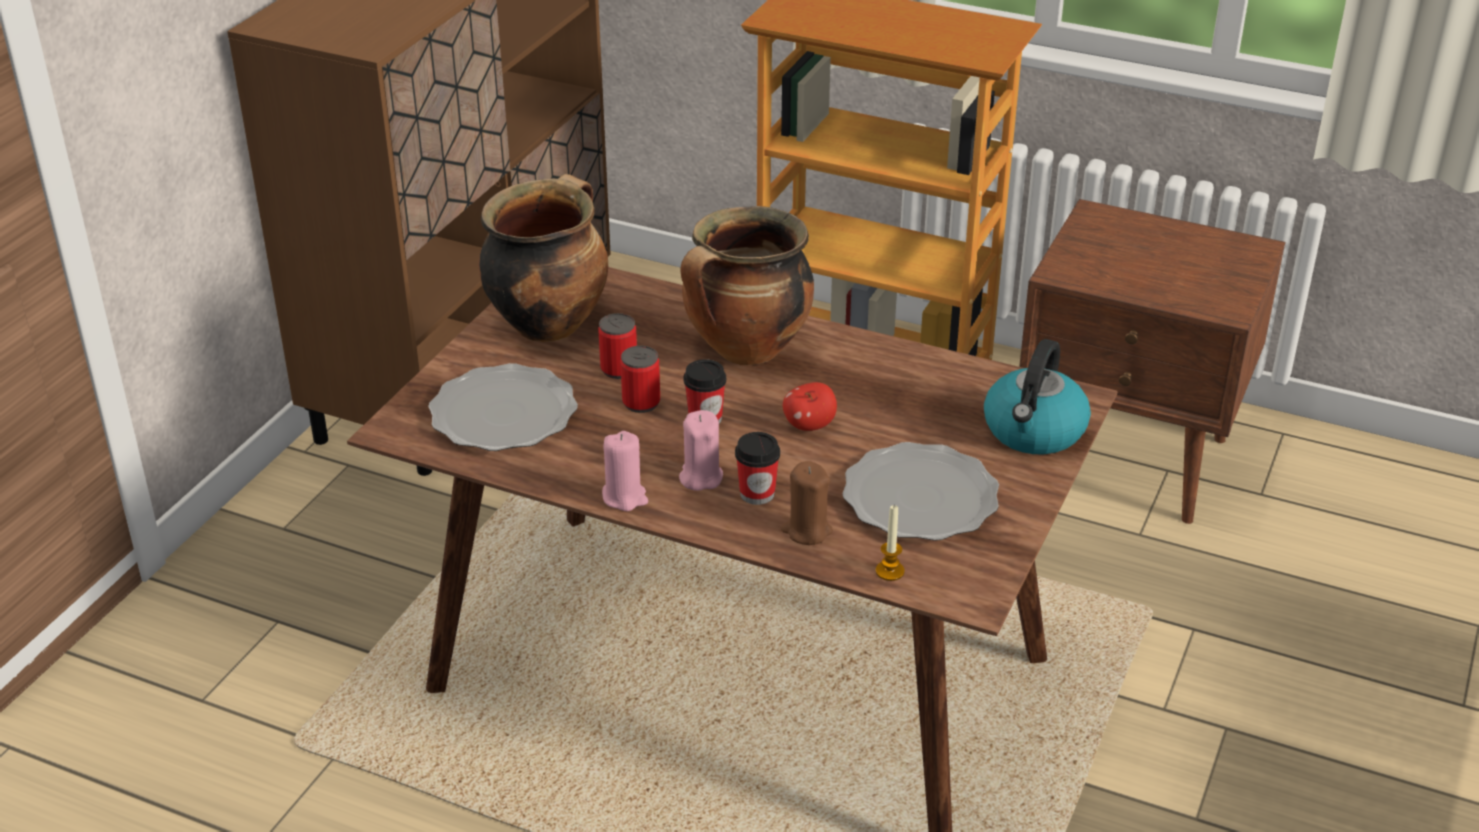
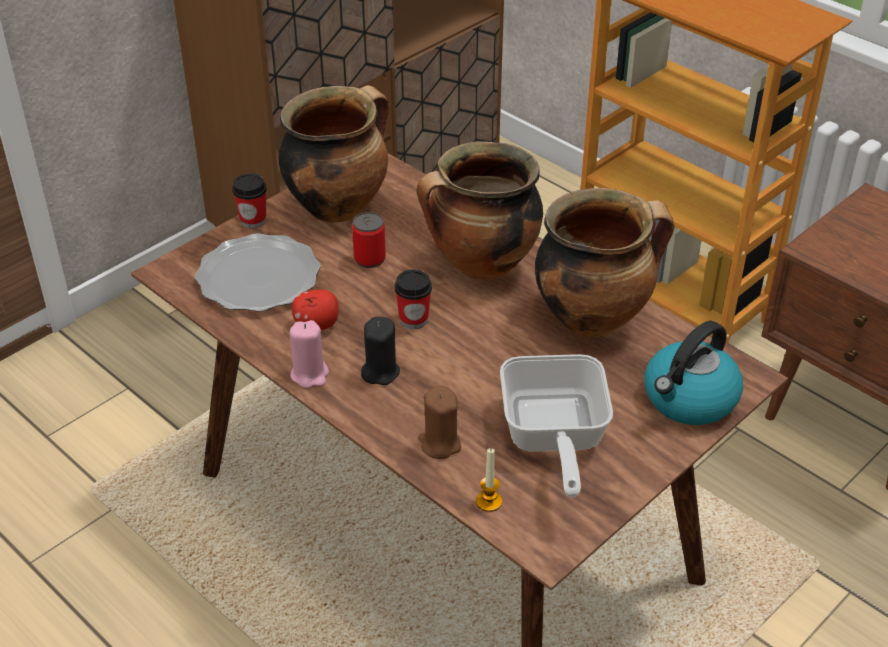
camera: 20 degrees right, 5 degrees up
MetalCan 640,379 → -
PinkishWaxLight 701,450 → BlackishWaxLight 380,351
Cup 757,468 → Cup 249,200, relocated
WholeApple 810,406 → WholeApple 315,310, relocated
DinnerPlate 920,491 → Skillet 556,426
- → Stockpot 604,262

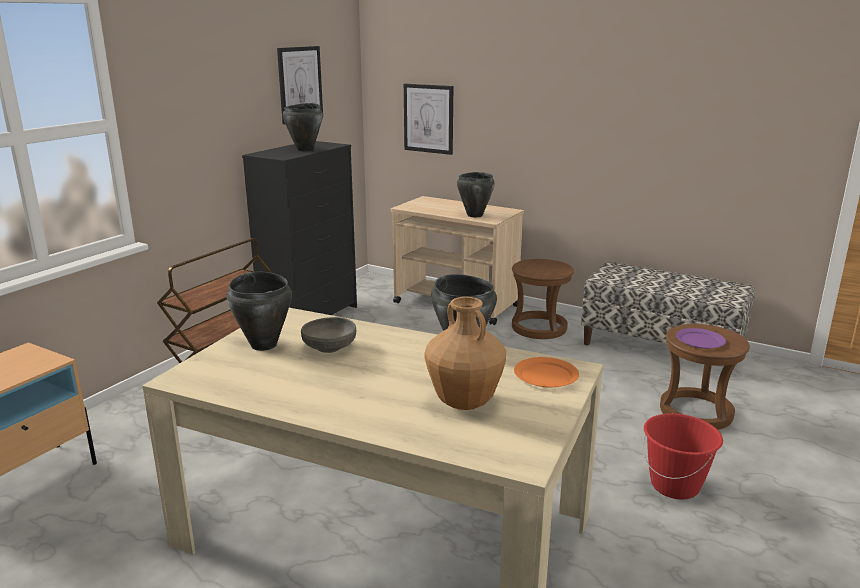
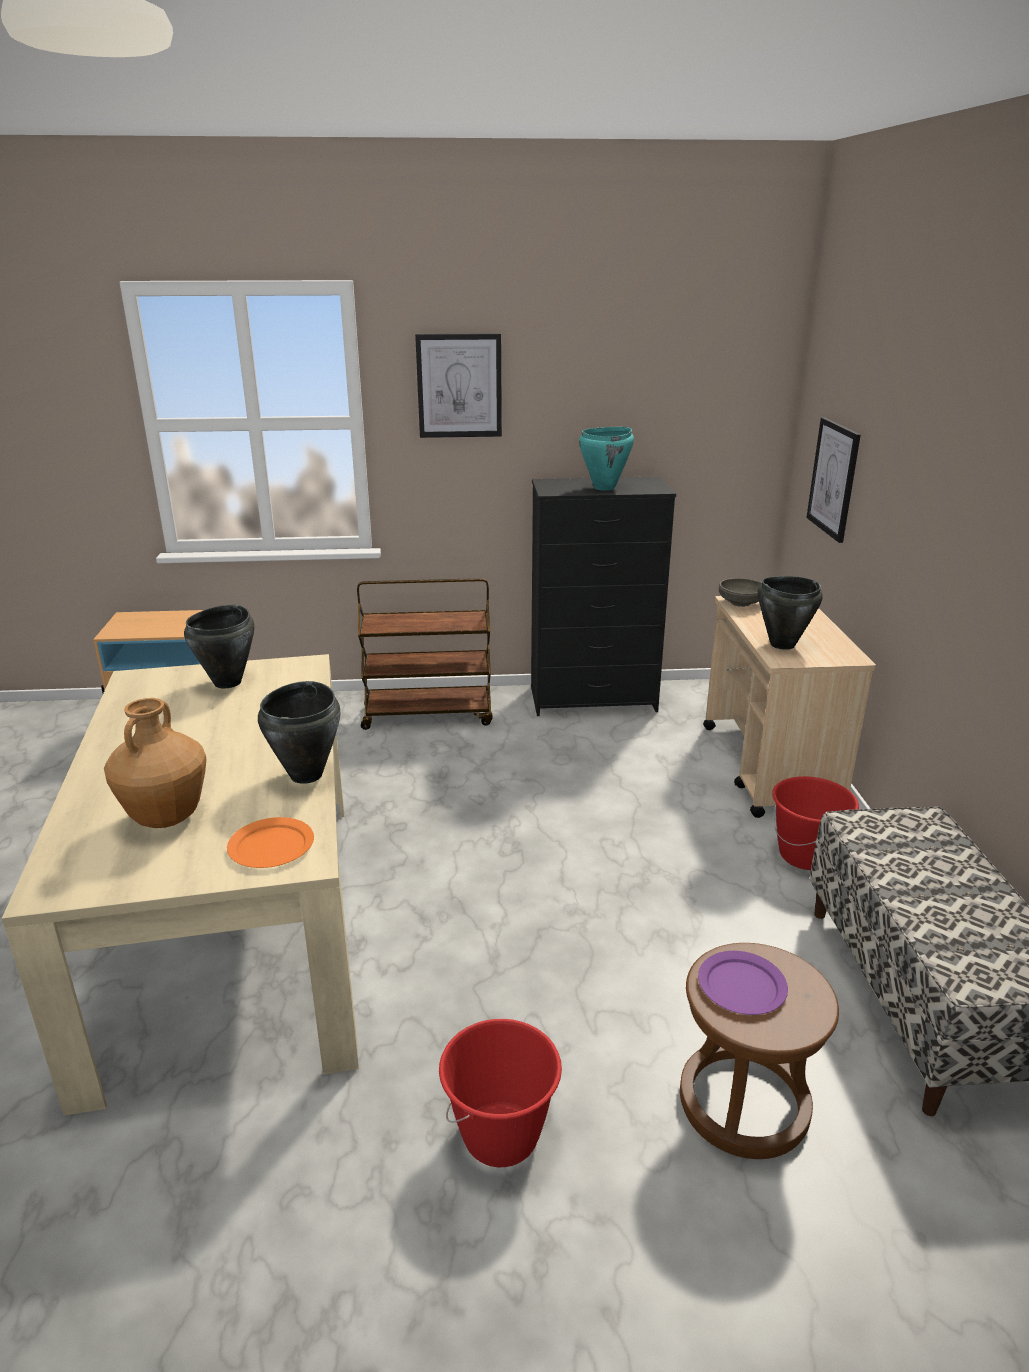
camera: 55 degrees right, 5 degrees up
WallArt 300,85 → WallArt 458,385, relocated
BlackishStockpot 303,127 → TurquoiseStockpot 606,459
GrayDeepDish 328,335 → GrayDeepDish 740,592, relocated
BrownishSittingStool 543,299 → ReddishPail 815,823

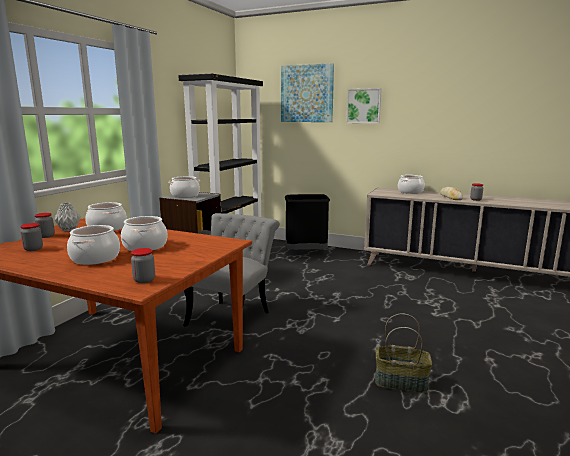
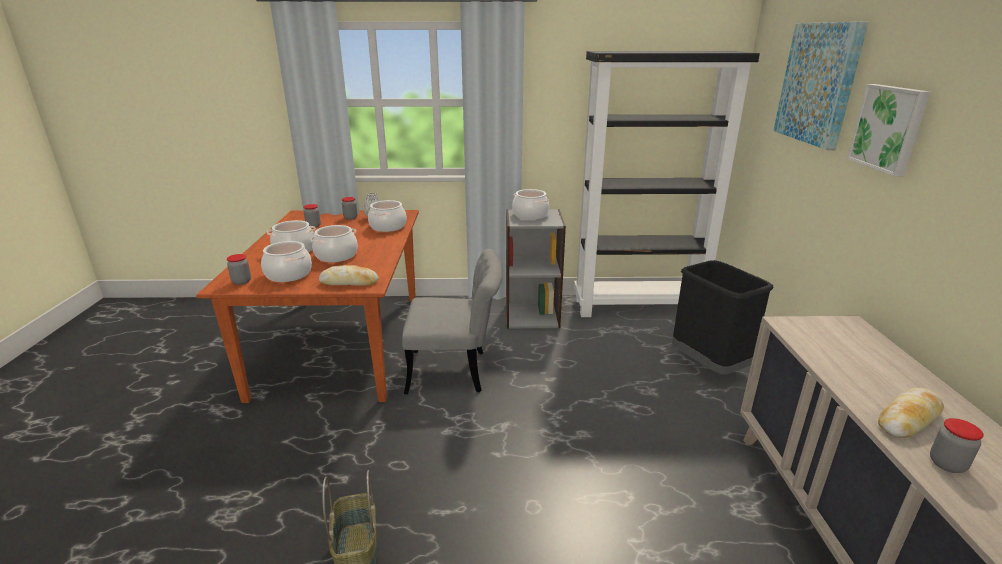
camera: 65 degrees right, 10 degrees up
Stockpot 411,184 → Stockpot 286,261, relocated
- → BakeryBread 349,275

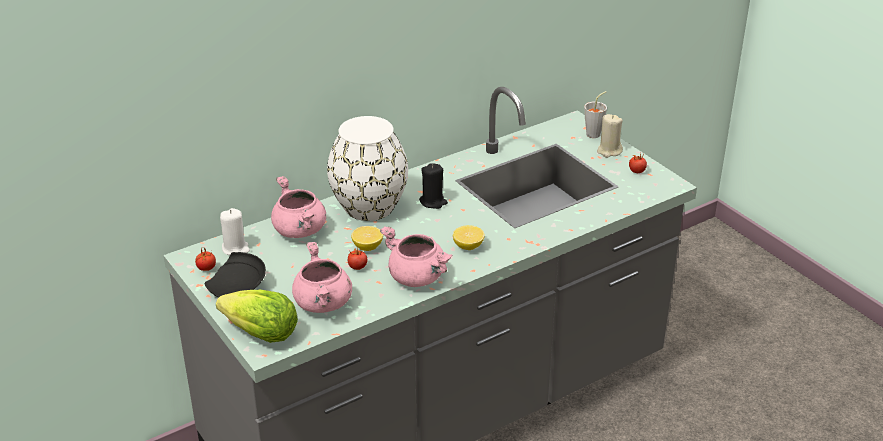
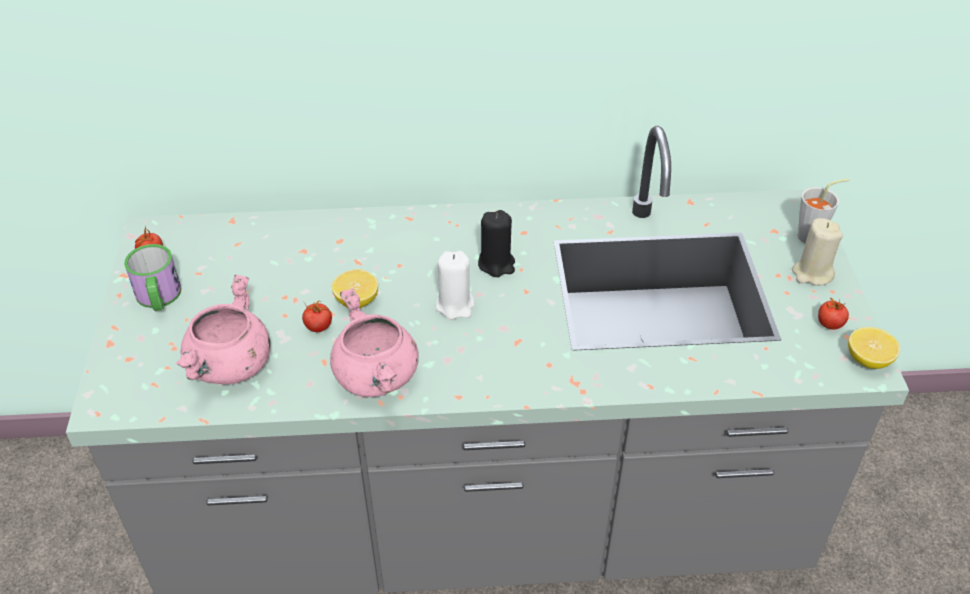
camera: 30 degrees right, 10 degrees up
BlackishDinnerPlate 235,274 → CoffeeMug 152,277
Lettuce 257,316 → -
WhitishWaxLight 235,231 → WhitishWaxLight 455,285, relocated
PinkishStockpot 298,207 → -
WhitishDecorativeVase 367,168 → -
CitrusFruit 469,237 → CitrusFruit 874,348, relocated

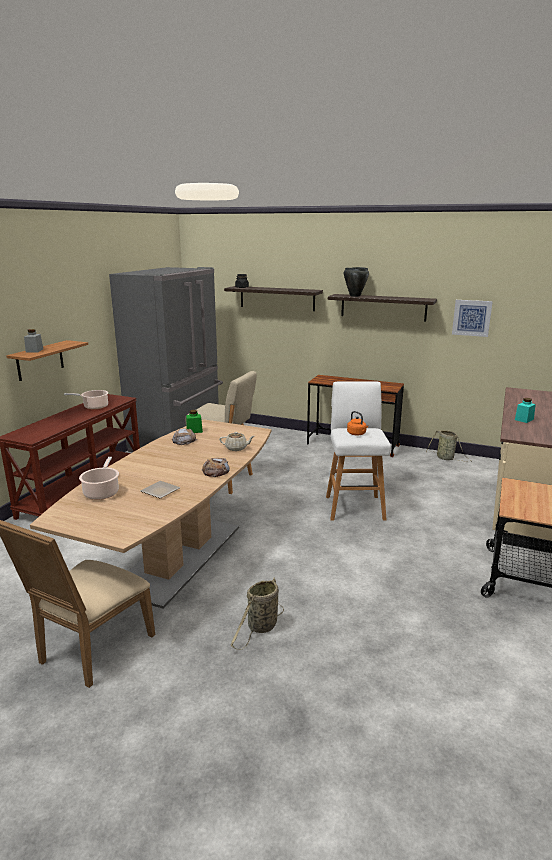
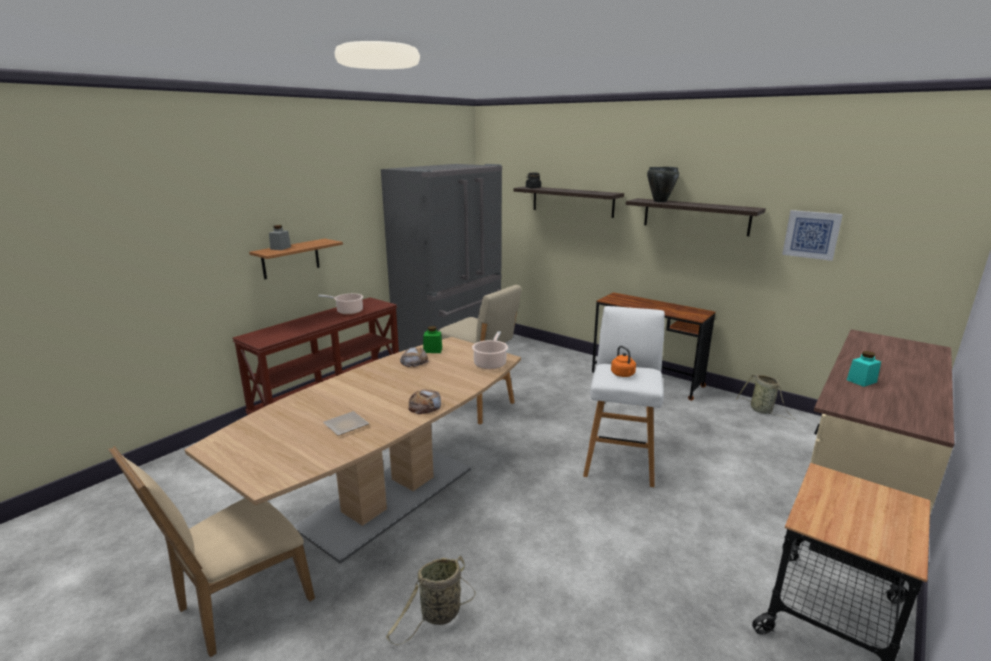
camera: 15 degrees right, 0 degrees up
Stockpot 99,478 → Stockpot 490,350, relocated
BeigeColouredTeaPot 236,441 → -

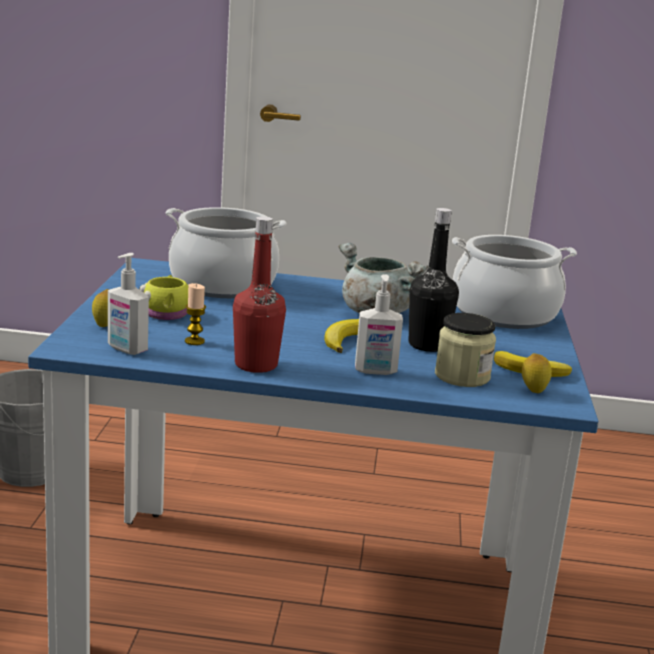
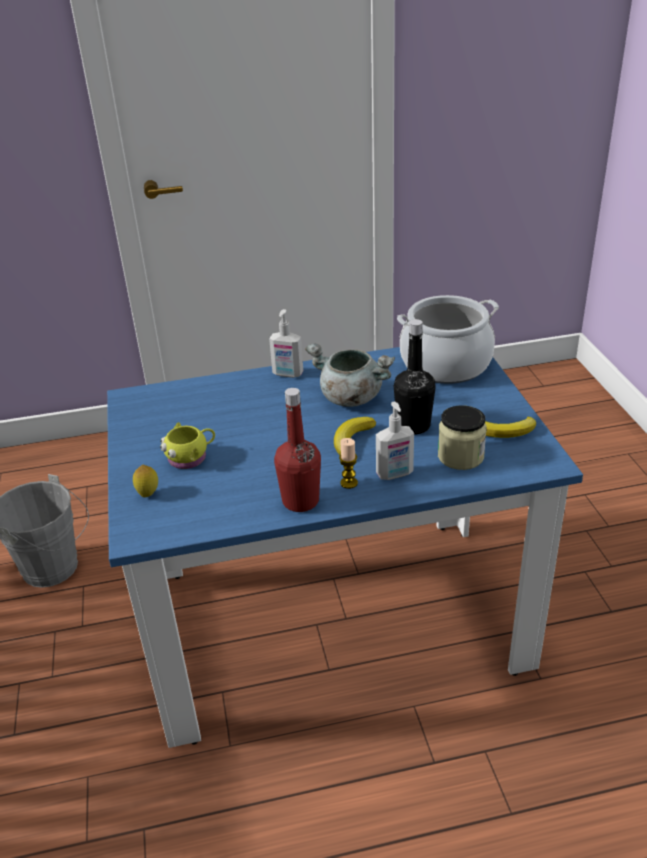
camera: 15 degrees left, 15 degrees up
SoapBottle 128,304 → SoapBottle 286,343, relocated
Stockpot 226,252 → -
WaxLight 195,314 → WaxLight 348,463, relocated
CitrusFruit 537,373 → -

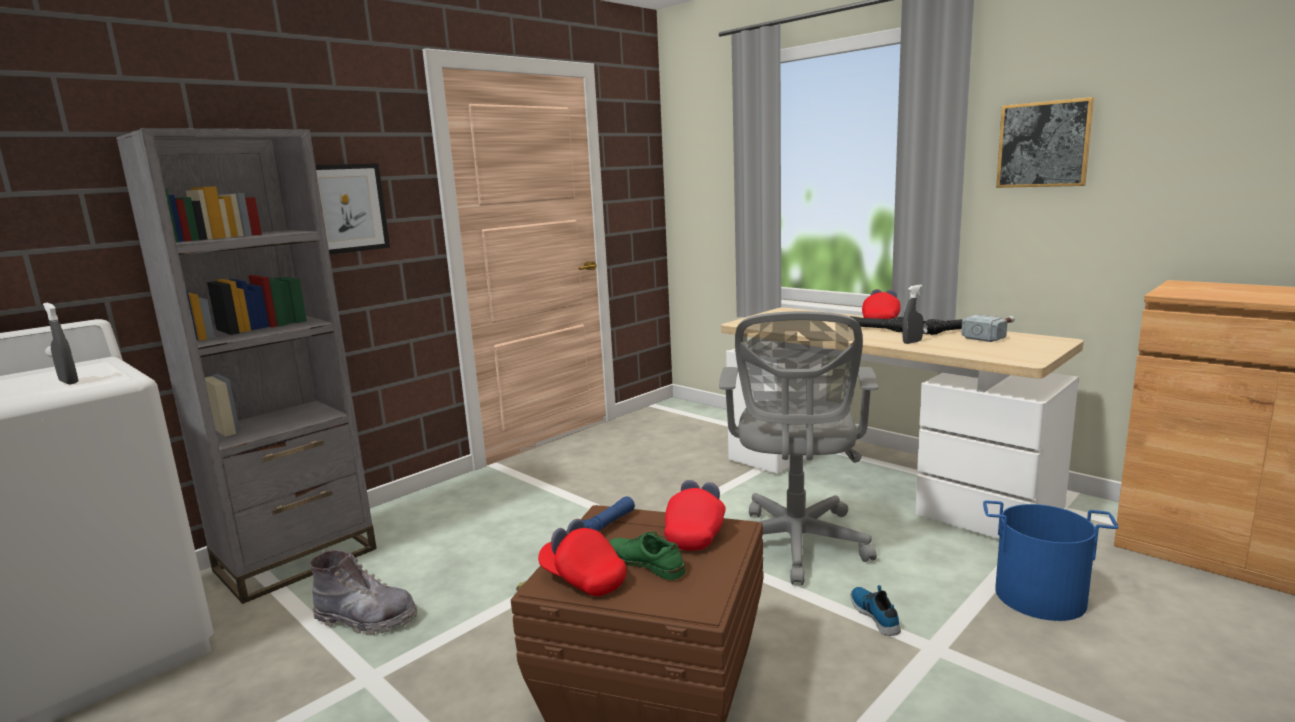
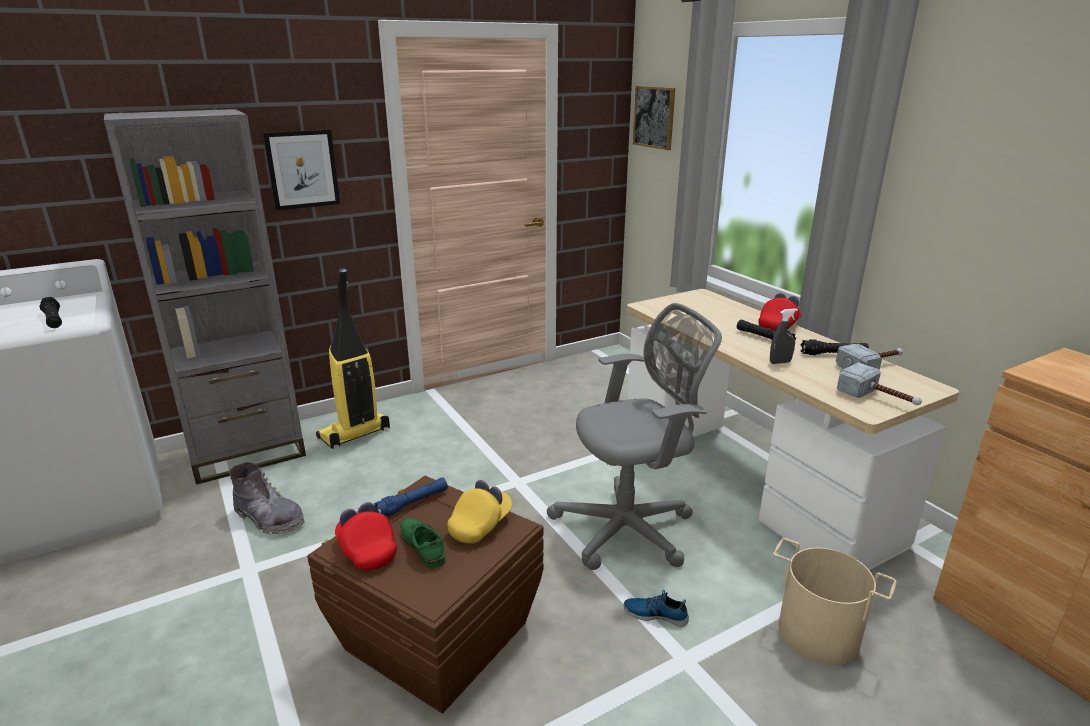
camera: 15 degrees right, 10 degrees up
GraySprayer 60,343 → BlackishHandTorch 50,312
ReddishBaseballCap 695,515 → YellowBaseballCap 479,512
GrayDeskChair 798,448 → GrayDeskChair 634,436, 135 degrees counterclockwise
Shoe 875,610 → Shoe 656,608, 75 degrees counterclockwise
BluishPail 1050,560 → BeigeColouredPail 835,601
WallArt 1045,142 → WallArt 654,118, relocated
- → VacuumCleaner 353,358
- → ToolHammer 879,383

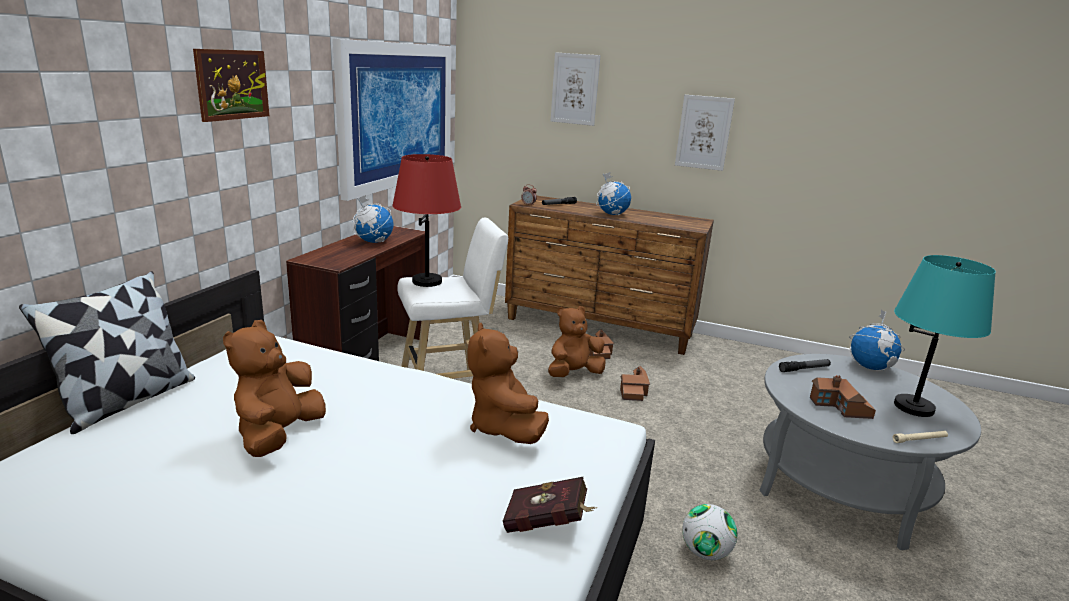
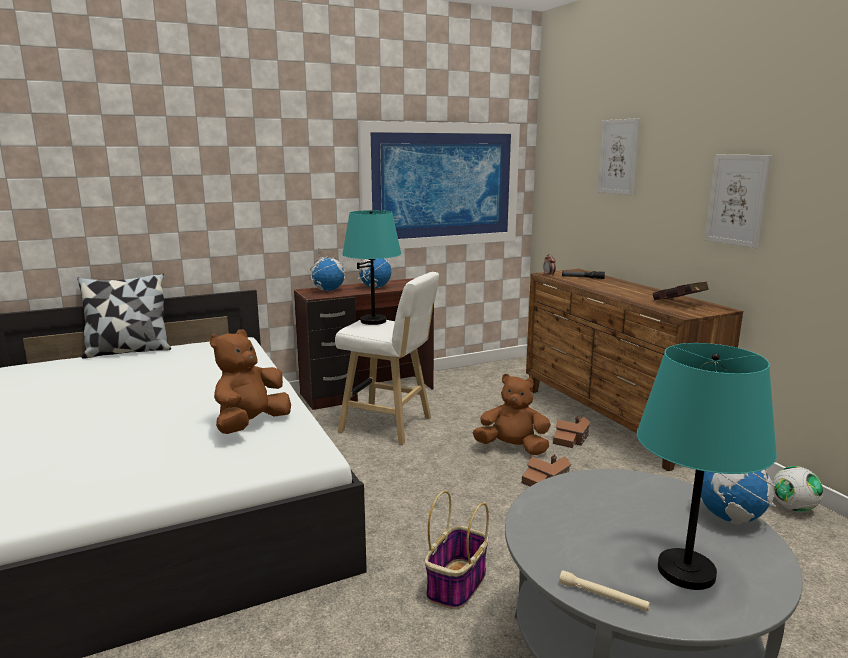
camera: 45 degrees right, 5 degrees down
WallArt 231,85 → -
BrownishSoftToy 274,388 → -
ReddishLampForATable 426,220 → TurquoiseLampForATable 371,267
ReddishBoundBook 550,505 → ReddishBoundBook 681,291, relocated
Globe 613,193 → Globe 327,269, relocated
BallForFootball 709,532 → BallForFootball 797,489, relocated
HandTorch 805,365 → -
ToyHouse 843,397 → -
- → StorageBasket 457,550

